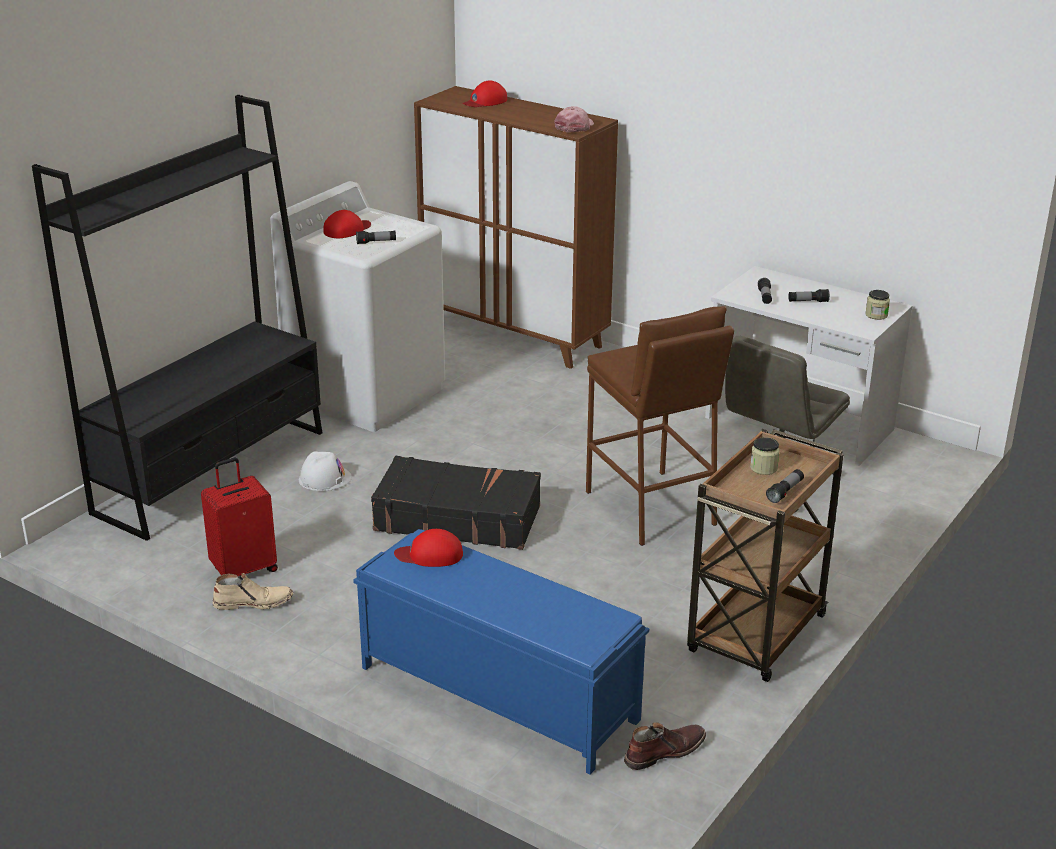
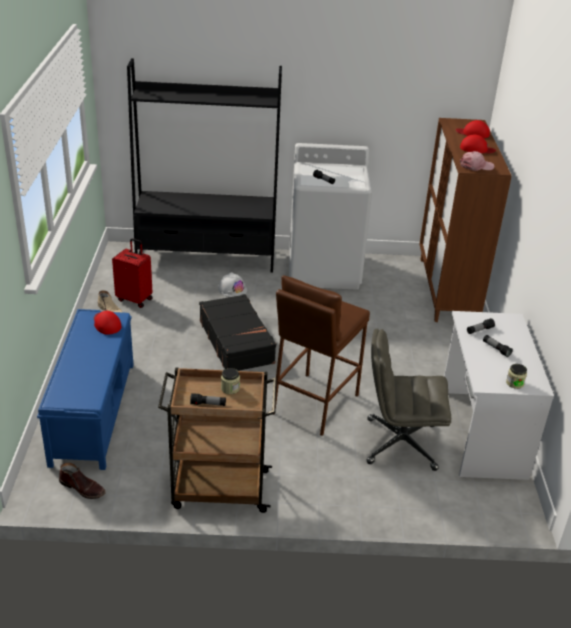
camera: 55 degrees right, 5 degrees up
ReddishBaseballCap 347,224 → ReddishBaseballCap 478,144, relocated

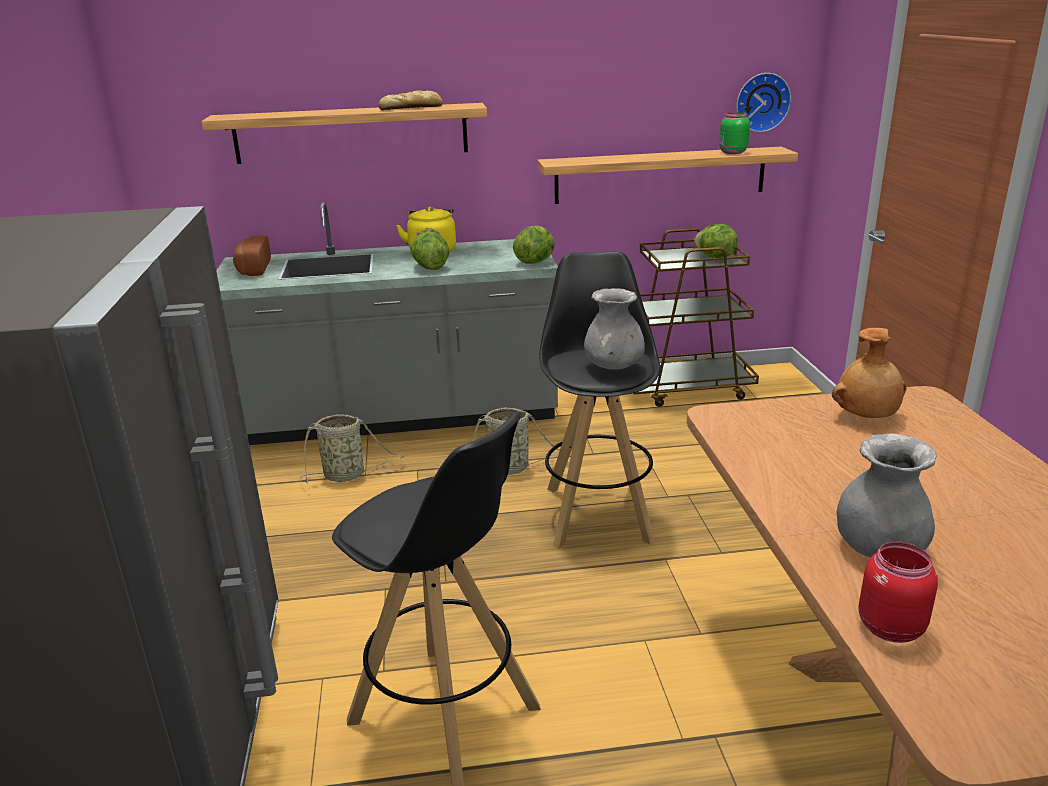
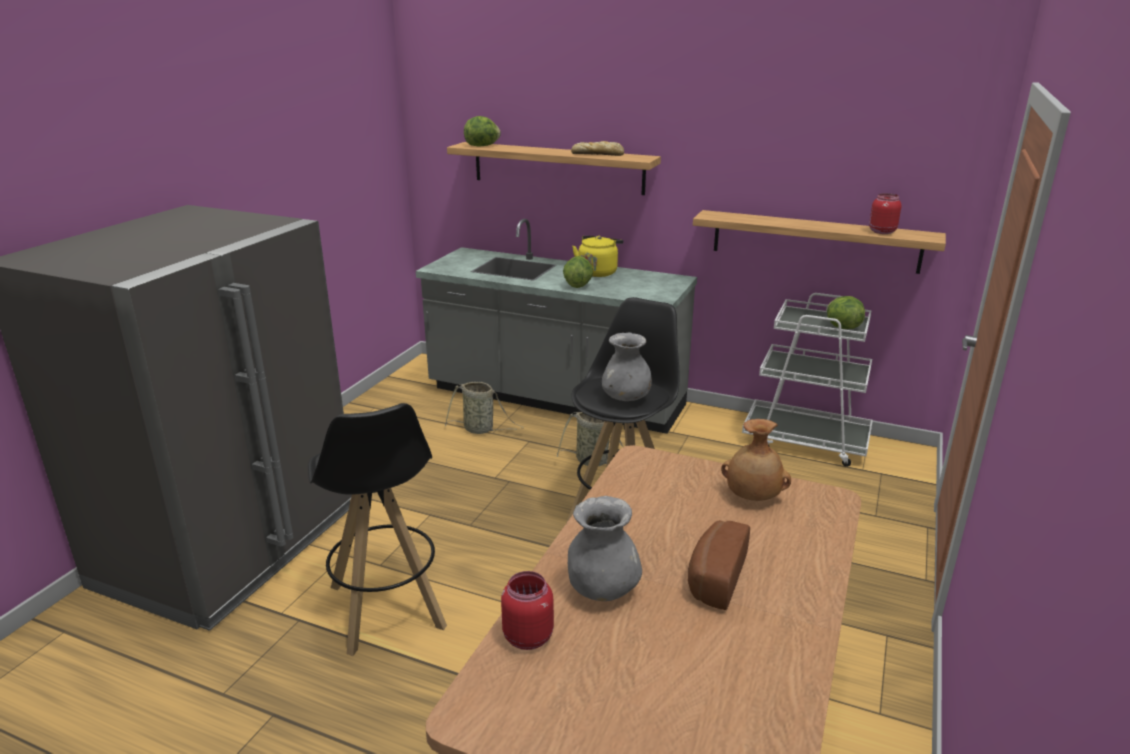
camera: 30 degrees right, 0 degrees up
BakeryBread 252,255 → BakeryBread 719,565, relocated
Lettuce 534,245 → Lettuce 482,131, relocated
BrownishTrolley 696,317 → WhitishTrolley 807,380
GreenColouredJar 734,133 → ReddishJar 885,213
HangingClock 763,102 → -

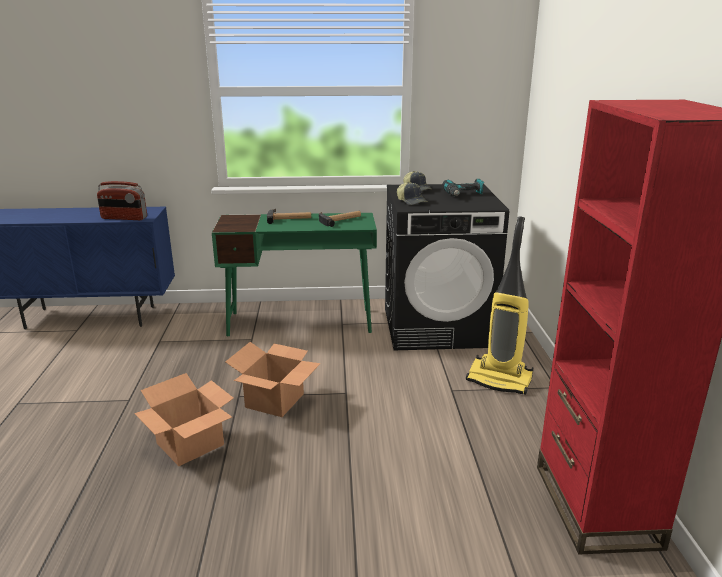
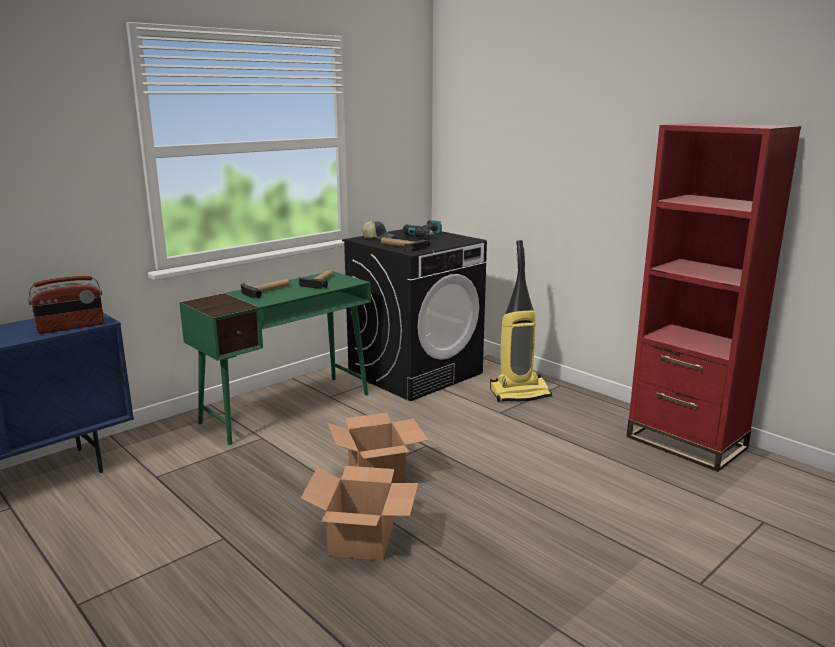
camera: 40 degrees left, 5 degrees down
BaseballCap 412,193 → ToolHammer 405,244

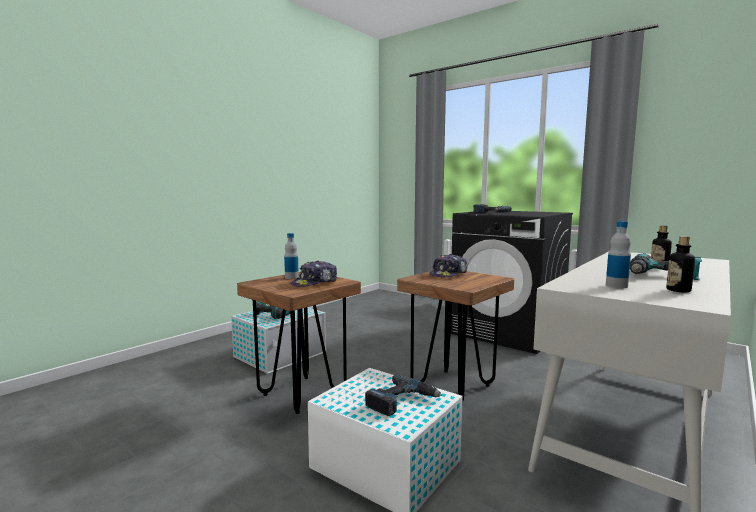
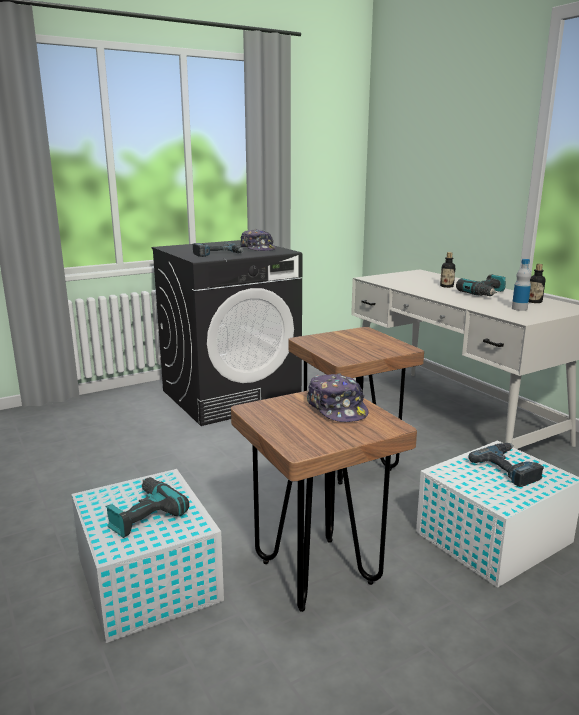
camera: 70 degrees left, 10 degrees up
BeverageBottle 291,256 → -
BaseballCap 448,265 → BaseballCap 258,240, relocated

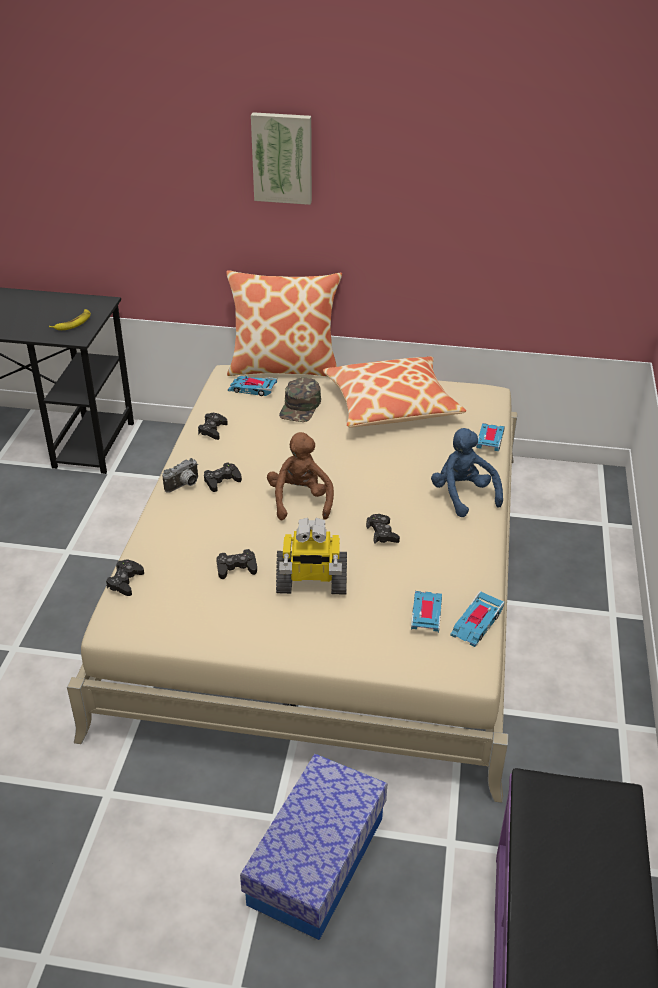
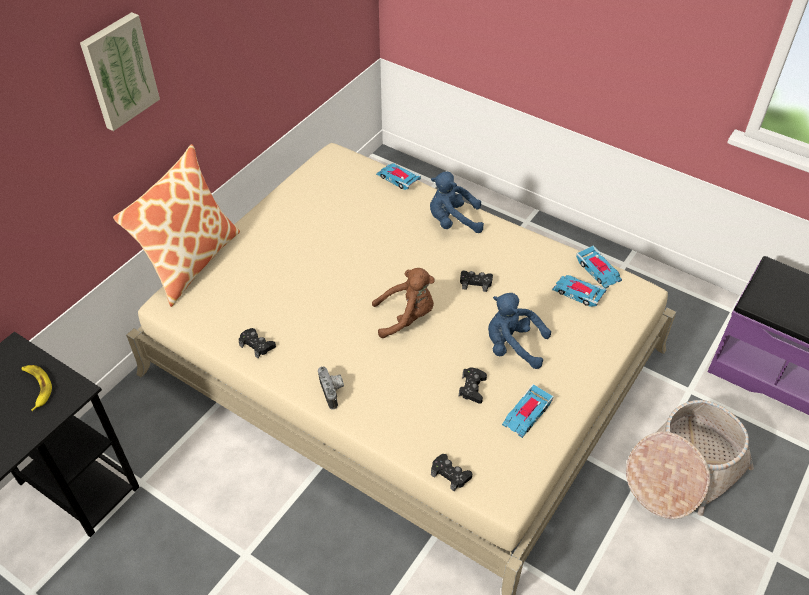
camera: 65 degrees left, 10 degrees up
BlackishGamepad 223,477 → -
MiniatureCar 252,386 → MiniatureCar 528,411, relocated
StorageBin 313,847 → StorageBasket 690,459
BrownishSoftToy 300,476 → BrownishSoftToy 403,303, 150 degrees clockwise
ModelRobot 311,556 → BluishSoftToy 519,331
GreenColouredBaseballCap 300,399 → -
Cushion 394,392 → -

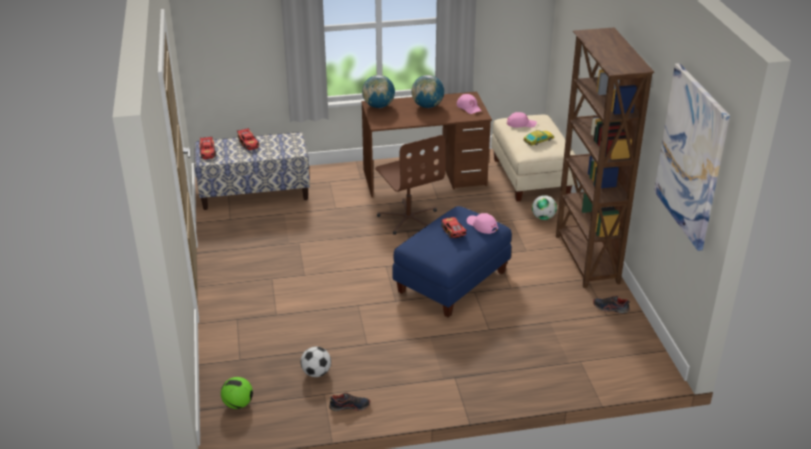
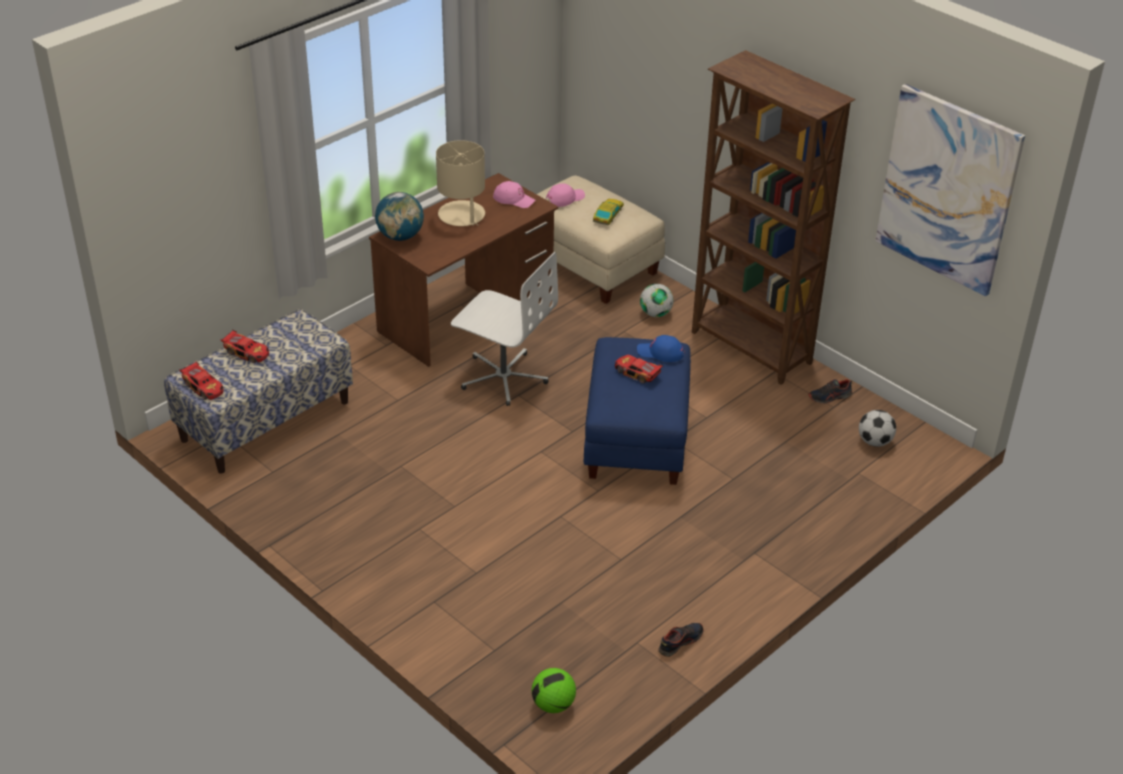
camera: 35 degrees left, 5 degrees up
BallForFootball 316,362 → BallForFootball 877,428, relocated
BrownishDeskChair 410,185 → WhitishDeskChair 504,329
Globe 427,91 → BeigeColouredLampForATable 460,183
PinkishBaseballCap 482,223 → BluishBaseballCap 660,348

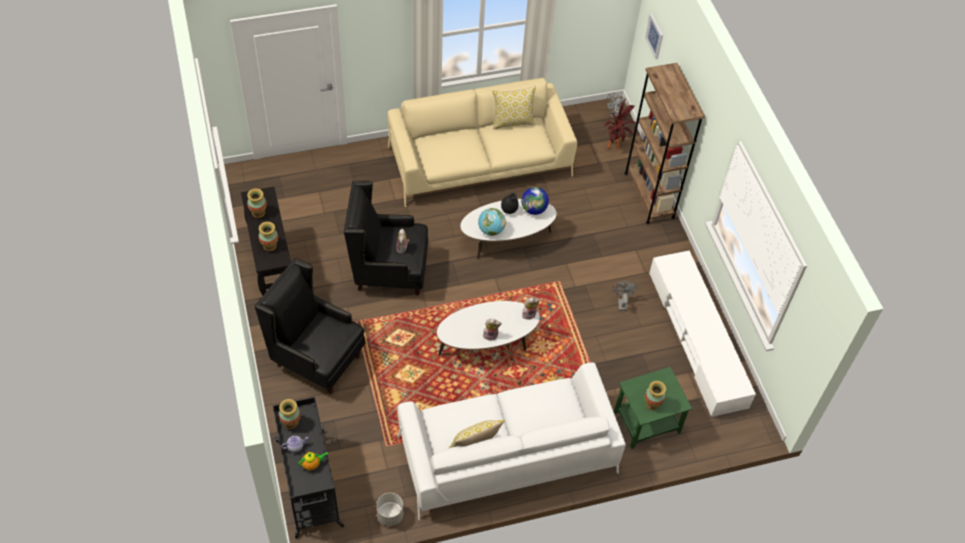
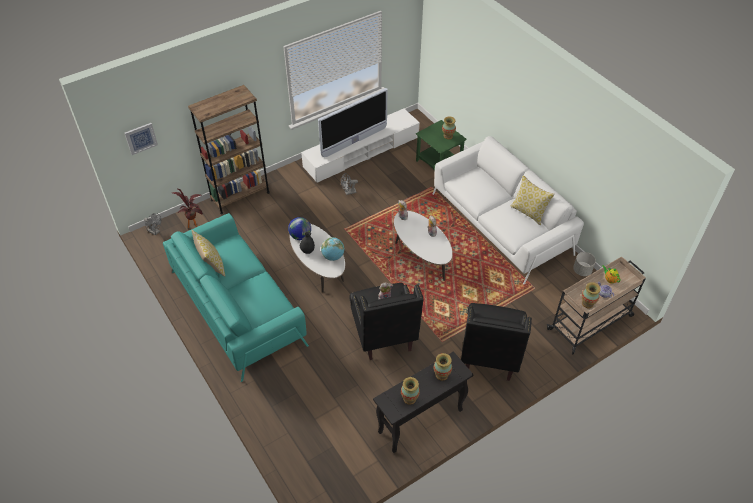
camera: 105 degrees left, 5 degrees down
BlackishTrolley 308,467 → BeigeColouredTrolley 596,305
BeigeColouredSettee 482,142 → TurquoiseSettee 236,297
- → Tv 353,122

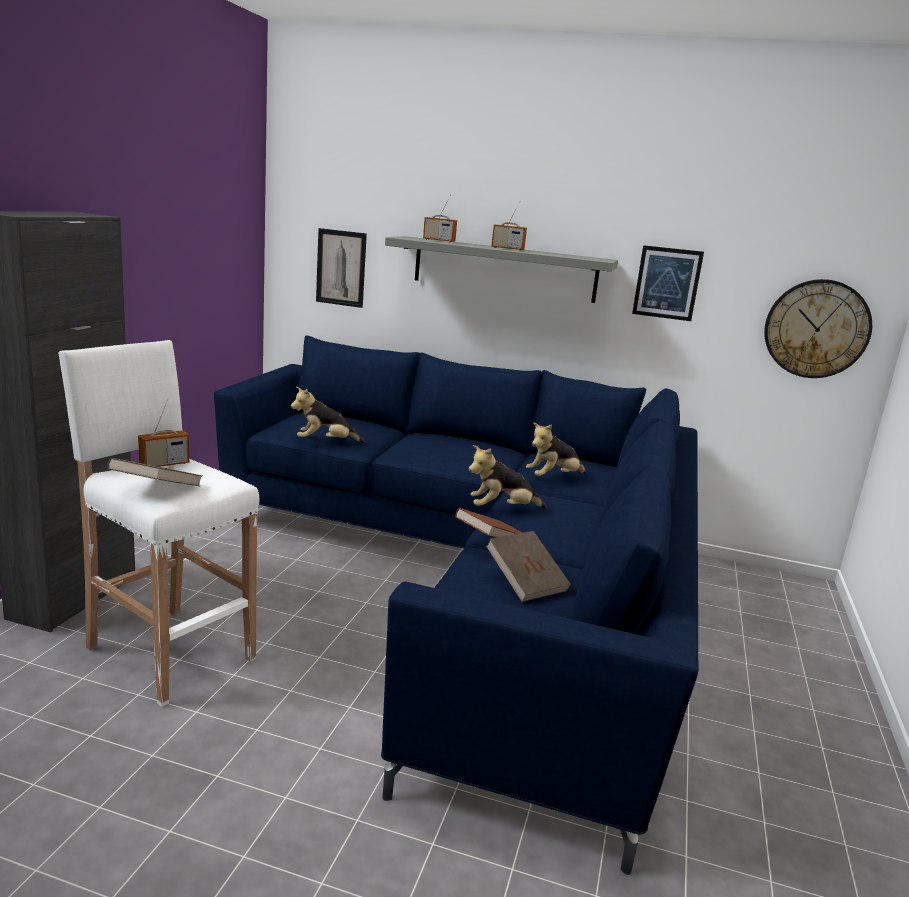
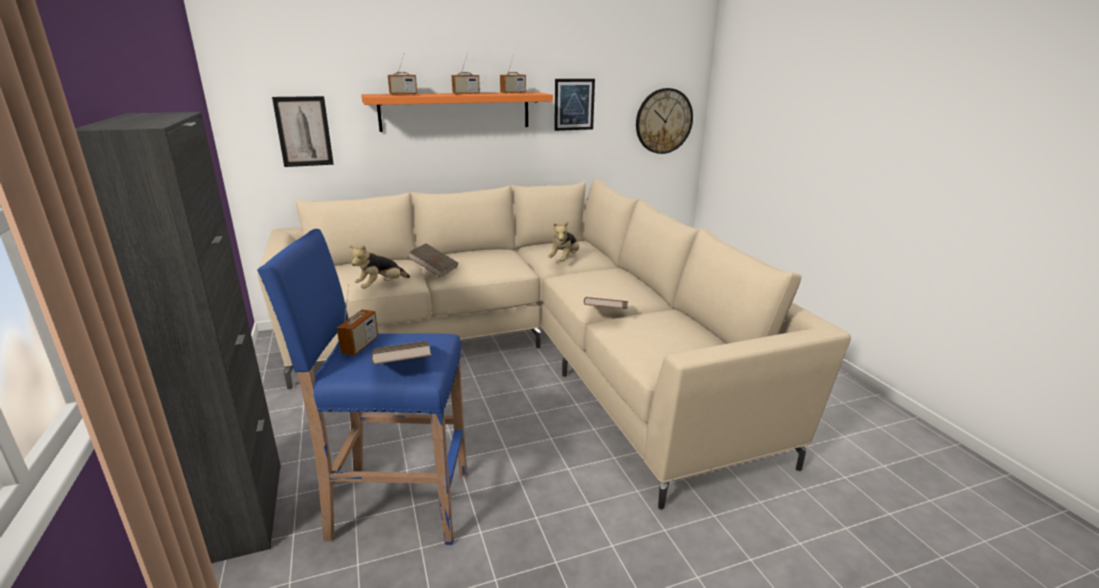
camera: 35 degrees left, 5 degrees up
WhitishSittingStool 158,523 → BluishSittingStool 362,387
BluishSettee 456,605 → BeigeColouredSettee 554,344
GrayBracketShelf 501,269 → OrangeyBracketShelf 457,112
SoftToy 508,476 → -
BrownishBoundBook 528,566 → BrownishBoundBook 433,260, relocated
- → RadioReceiver 513,74

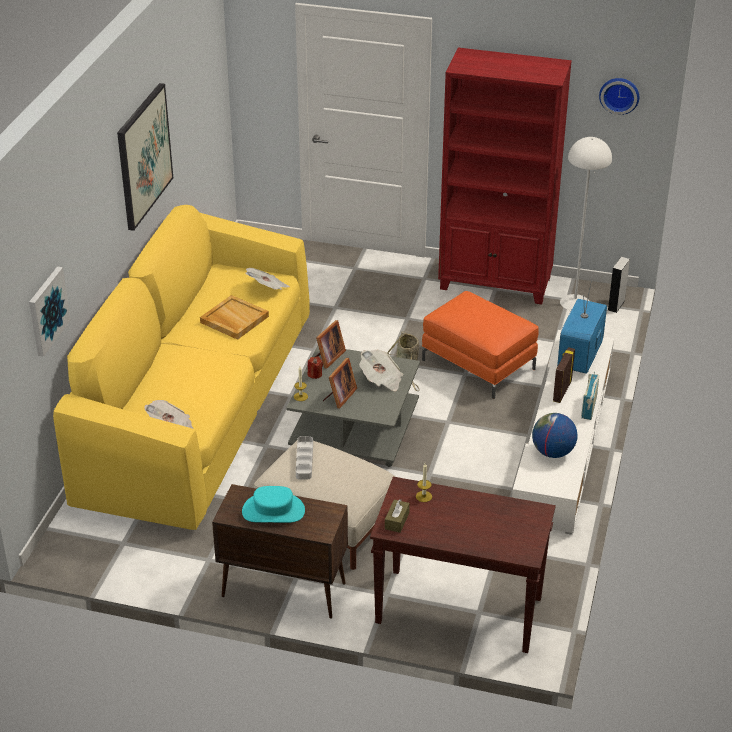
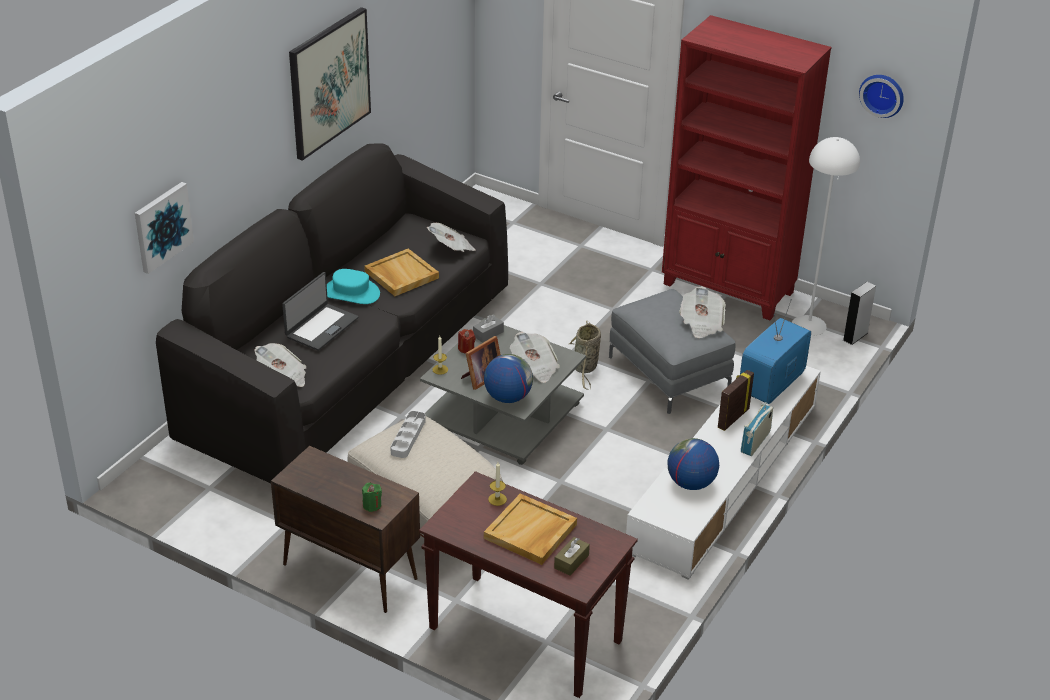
camera: 15 degrees right, 0 degrees up
YellowSettee 181,367 → BlackishSettee 332,313
TurquoiseClothingHat 273,504 → TurquoiseClothingHat 353,286, relocated
StandingFrame 330,344 → GrayTissueHolder 488,328
BrownishTissueHolder 397,516 → BrownishTissueHolder 572,556, relocated
OrangeyFootrest 480,345 → GrayFootrest 672,351
- → Laptop 320,311
- → GreenColouredWaxLight 372,497
- → Globe 508,378
- → BeigeColouredServingTray 530,529
- → PrintedPaper 702,312

